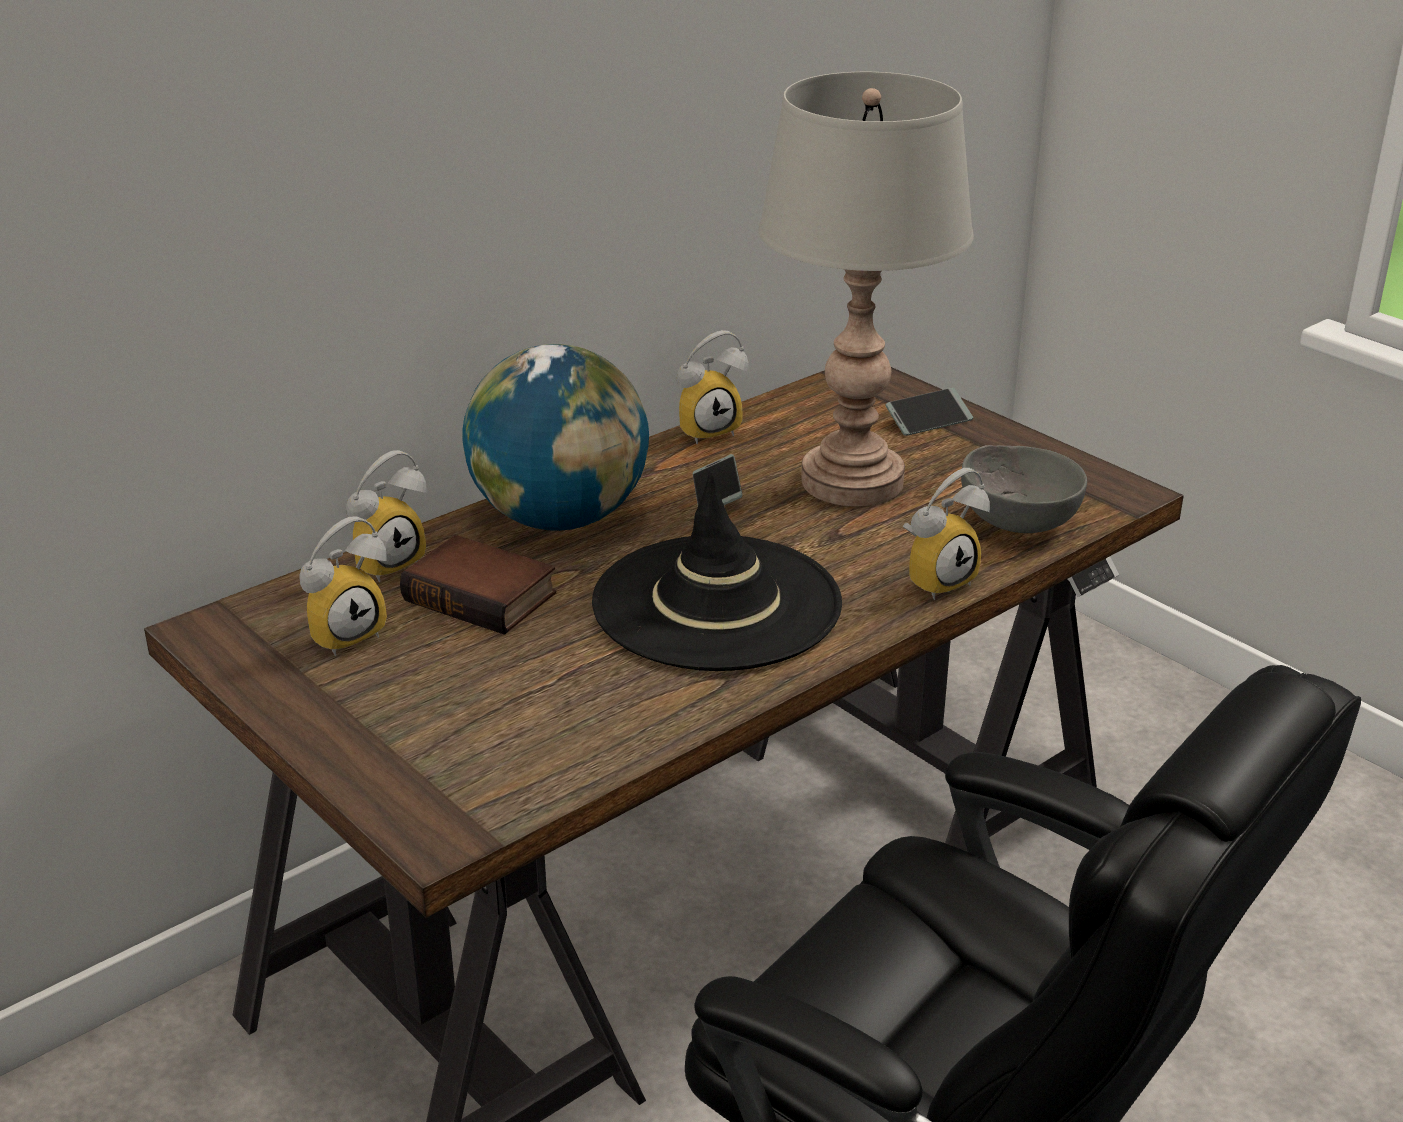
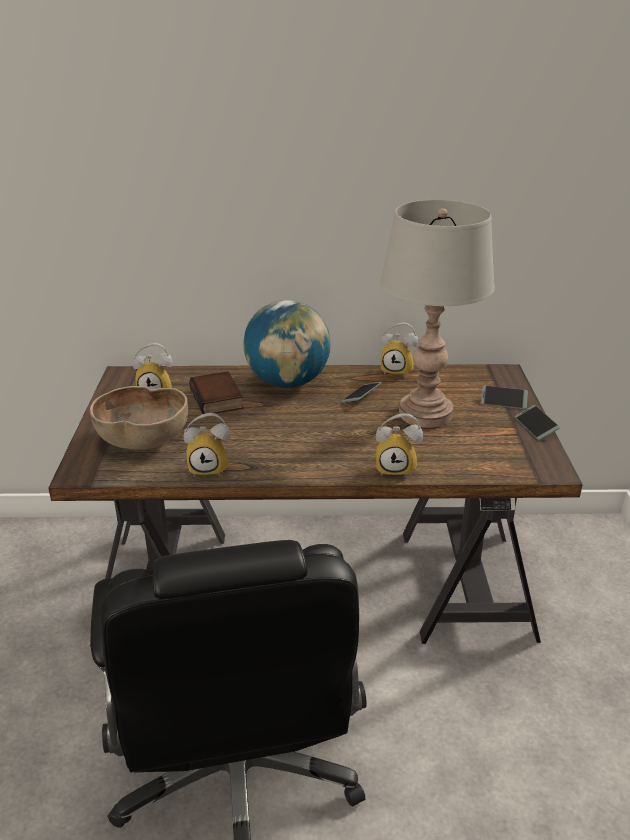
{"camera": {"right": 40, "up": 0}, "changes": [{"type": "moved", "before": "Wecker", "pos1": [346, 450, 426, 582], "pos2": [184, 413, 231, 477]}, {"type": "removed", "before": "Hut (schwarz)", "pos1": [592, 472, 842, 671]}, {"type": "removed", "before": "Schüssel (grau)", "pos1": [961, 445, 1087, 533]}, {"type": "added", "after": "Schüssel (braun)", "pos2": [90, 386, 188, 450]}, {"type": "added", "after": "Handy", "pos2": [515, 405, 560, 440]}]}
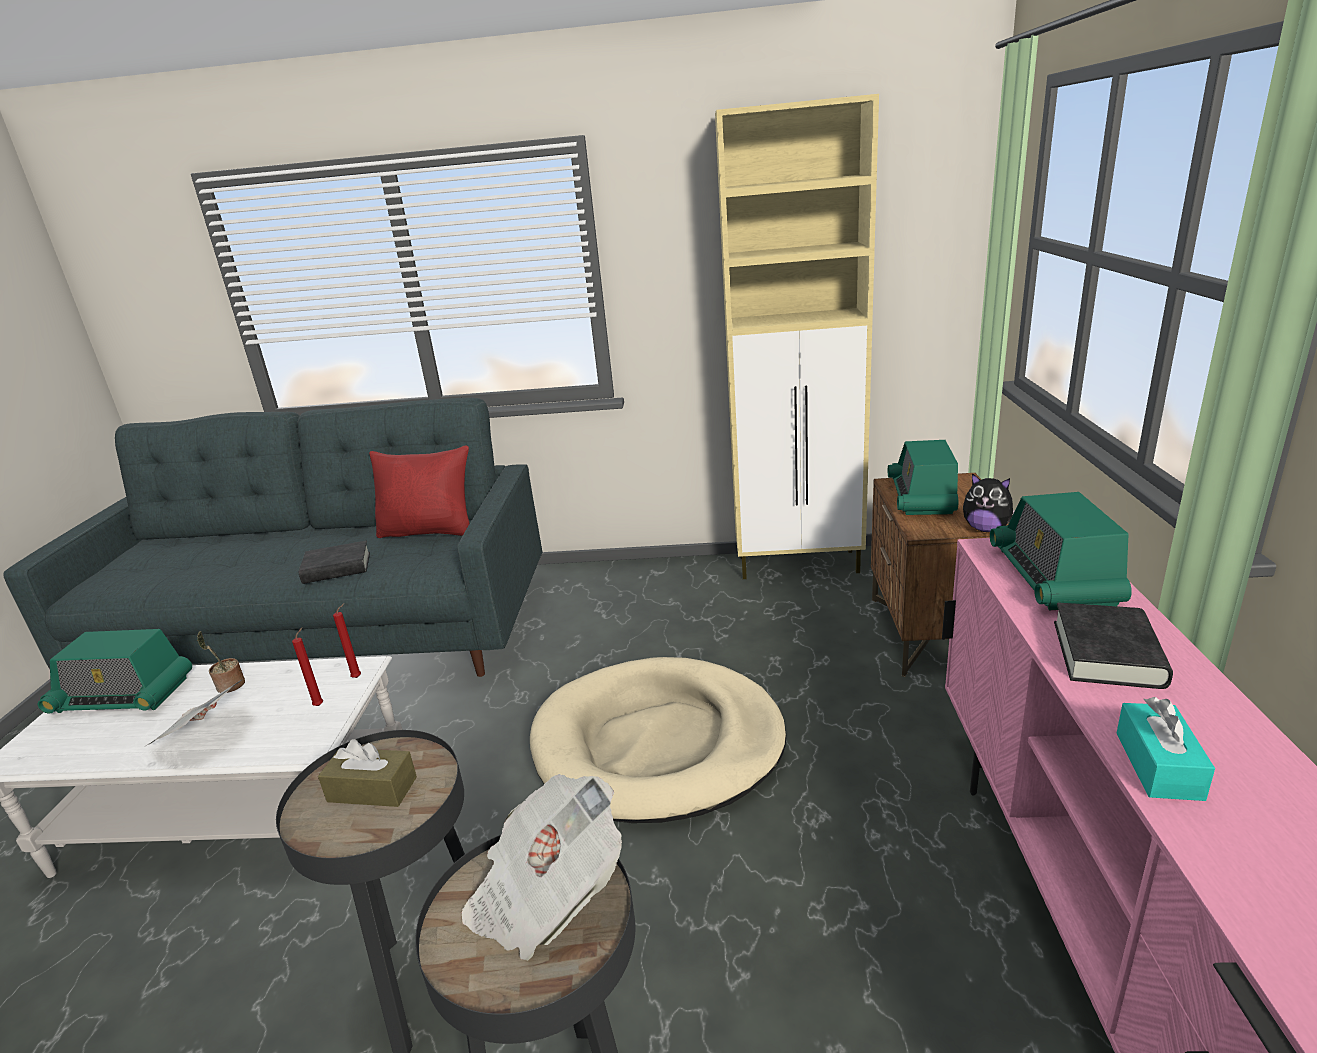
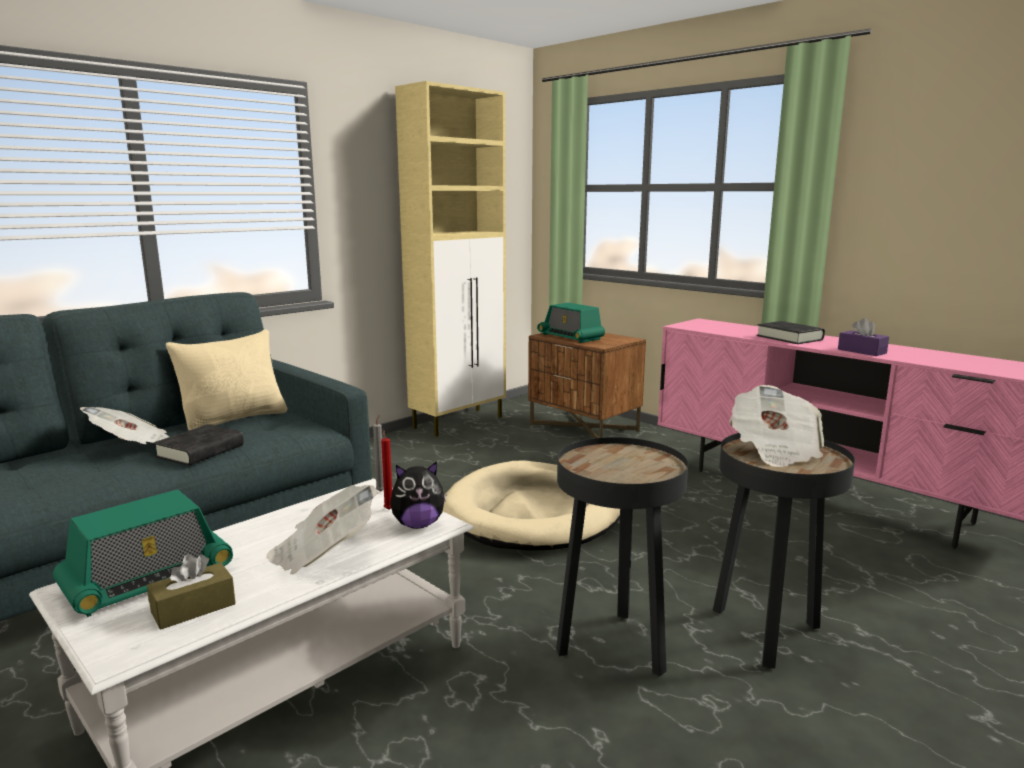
{"camera": {"right": -50, "up": -10}, "changes": [{"type": "removed", "before": "Topfpflanze", "pos1": [197, 631, 245, 693]}, {"type": "moved", "before": "Taschentuchbox (braun)", "pos1": [318, 739, 417, 807], "pos2": [147, 554, 236, 630]}, {"type": "recoloured", "before": "Kerze (rot)", "after": "Kerze (grau)", "pos1": [333, 603, 361, 678], "pos2": [373, 415, 384, 492]}, {"type": "recoloured", "before": "Kissen (rot)", "after": "Kissen (beige)", "pos1": [369, 445, 470, 538], "pos2": [166, 329, 287, 430]}, {"type": "moved", "before": "Plüschtier", "pos1": [963, 473, 1015, 532], "pos2": [390, 461, 446, 529]}, {"type": "removed", "before": "Radio", "pos1": [990, 492, 1132, 610]}, {"type": "recoloured", "before": "Taschentuchbox (türkis)", "after": "Taschentuchbox (lila)", "pos1": [1116, 697, 1215, 801], "pos2": [838, 318, 889, 356]}, {"type": "added", "after": "Zeitung", "pos2": [80, 407, 169, 444]}]}
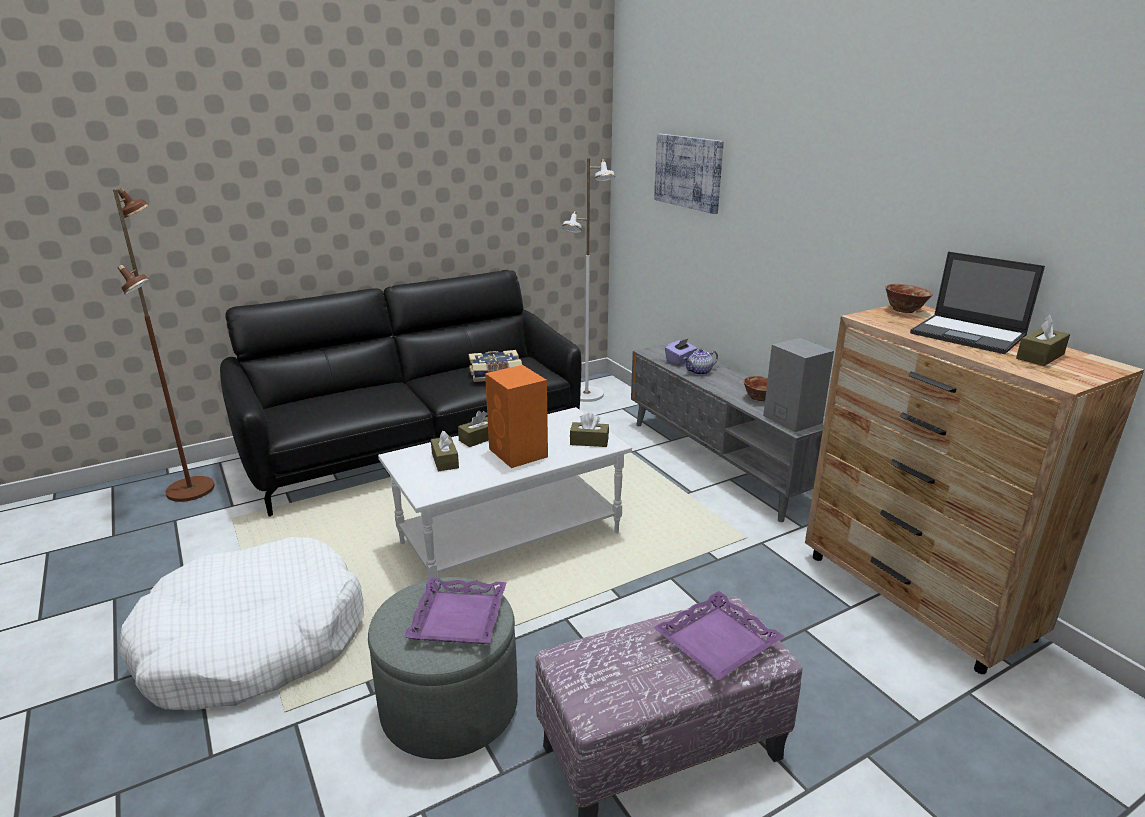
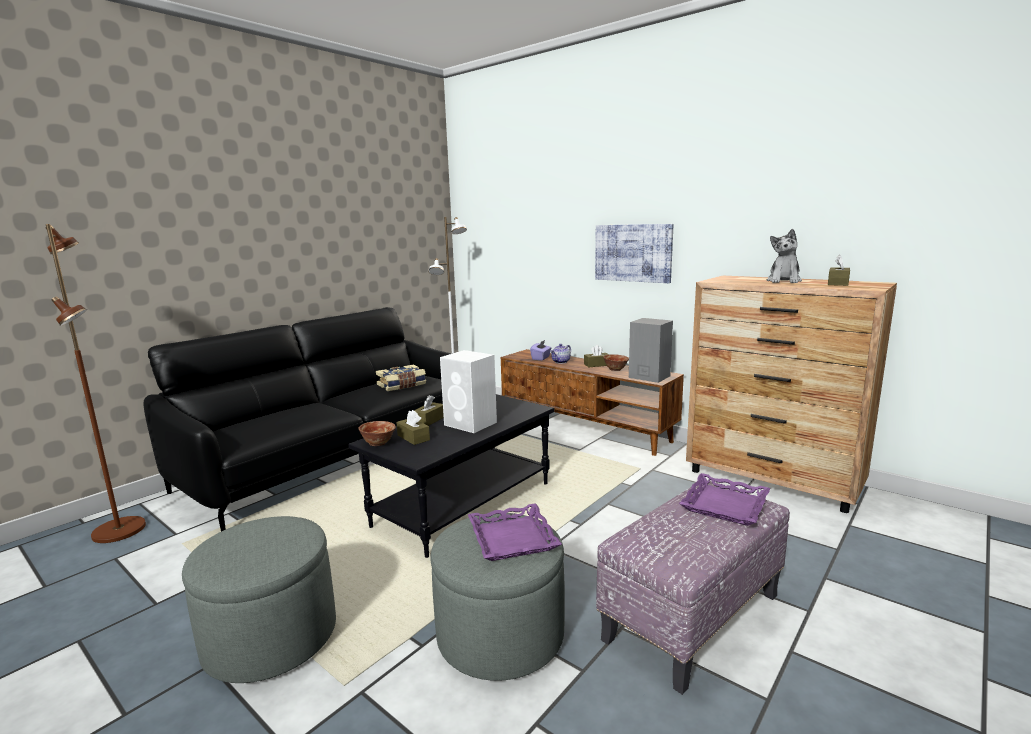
{"camera": {"right": -20, "up": -10}, "changes": [{"type": "replaced", "before": "Hundebett (weiß)", "after": "Polsterhocker (grau)", "pos1": [118, 537, 364, 710], "pos2": [182, 516, 336, 683]}, {"type": "recoloured", "before": "Couchtisch (weiß)", "after": "Couchtisch (schwarz)", "pos1": [378, 407, 632, 578], "pos2": [348, 394, 555, 558]}, {"type": "recoloured", "before": "Lautsprecher (orange)", "after": "Lautsprecher (weiß)", "pos1": [485, 365, 548, 468], "pos2": [440, 350, 497, 433]}, {"type": "moved", "before": "Taschentuchbox (braun)", "pos1": [570, 412, 609, 447], "pos2": [584, 345, 609, 367]}, {"type": "recoloured", "before": "Fernsehschrank (grau)", "after": "Fernsehschrank (braun)", "pos1": [631, 343, 825, 522], "pos2": [501, 349, 684, 456]}, {"type": "moved", "before": "Bild", "pos1": [654, 134, 724, 214], "pos2": [595, 224, 674, 283]}, {"type": "moved", "before": "Schüssel", "pos1": [885, 284, 933, 313], "pos2": [358, 421, 396, 446]}, {"type": "replaced", "before": "Laptop", "after": "Plüschtier", "pos1": [910, 252, 1045, 354], "pos2": [767, 229, 802, 283]}]}
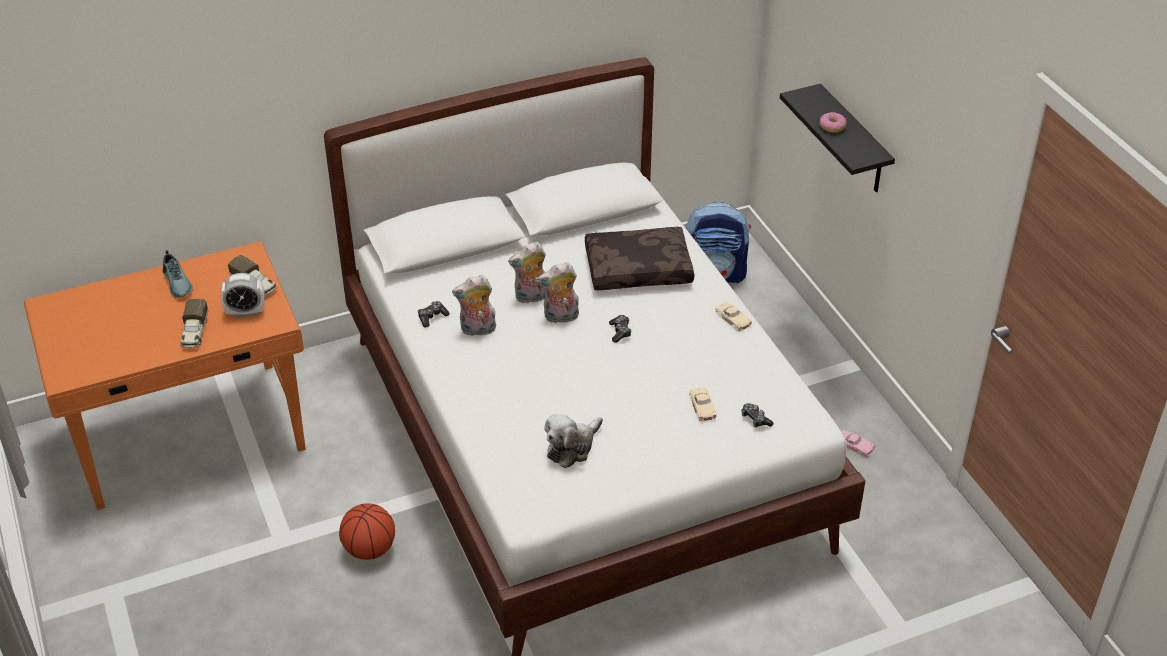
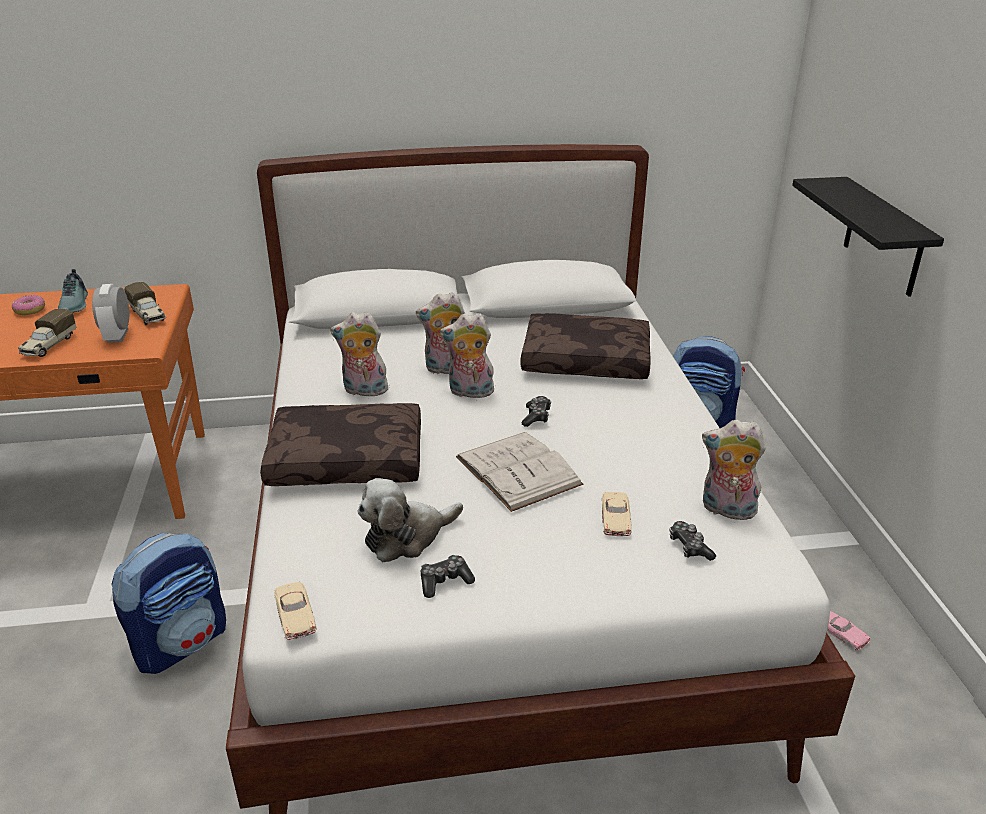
{"camera": {"right": 15, "up": -10}, "changes": [{"type": "turned", "before": "Wecker", "pos1": [221, 273, 265, 317], "pos2": [92, 284, 129, 343], "turn": 75}, {"type": "replaced", "before": "Basketball", "after": "Rucksack", "pos1": [339, 503, 395, 560], "pos2": [111, 533, 226, 674]}, {"type": "moved", "before": "Gamepad", "pos1": [418, 301, 450, 327], "pos2": [421, 555, 475, 598]}, {"type": "moved", "before": "Spielzeugauto (beige)", "pos1": [715, 302, 752, 331], "pos2": [274, 582, 317, 640]}, {"type": "moved", "before": "Donut", "pos1": [820, 112, 846, 133], "pos2": [12, 295, 45, 315]}, {"type": "added", "after": "Kissen (braun)", "pos2": [260, 403, 421, 486]}, {"type": "added", "after": "Buch (weiß)", "pos2": [456, 432, 583, 512]}, {"type": "added", "after": "Plüschtier", "pos2": [702, 420, 766, 520]}]}
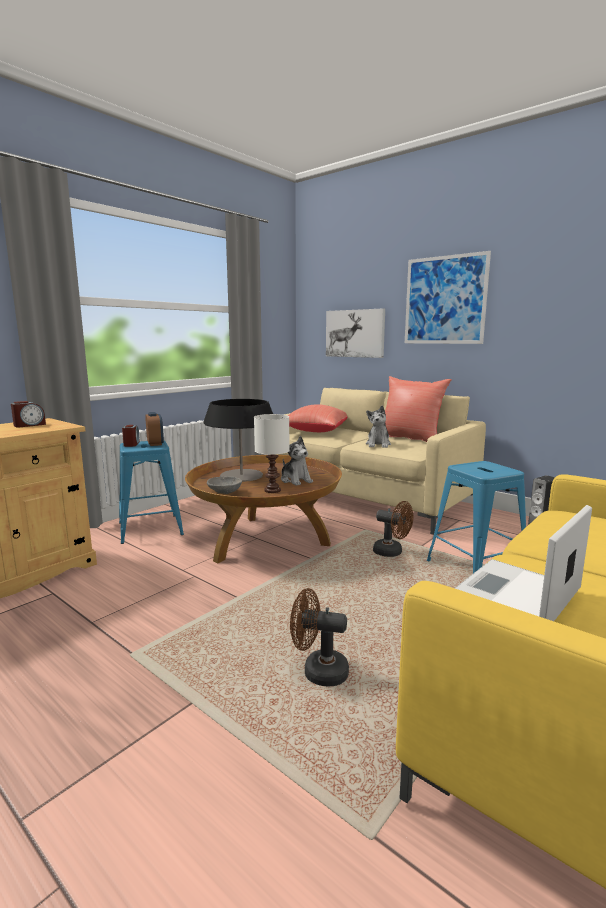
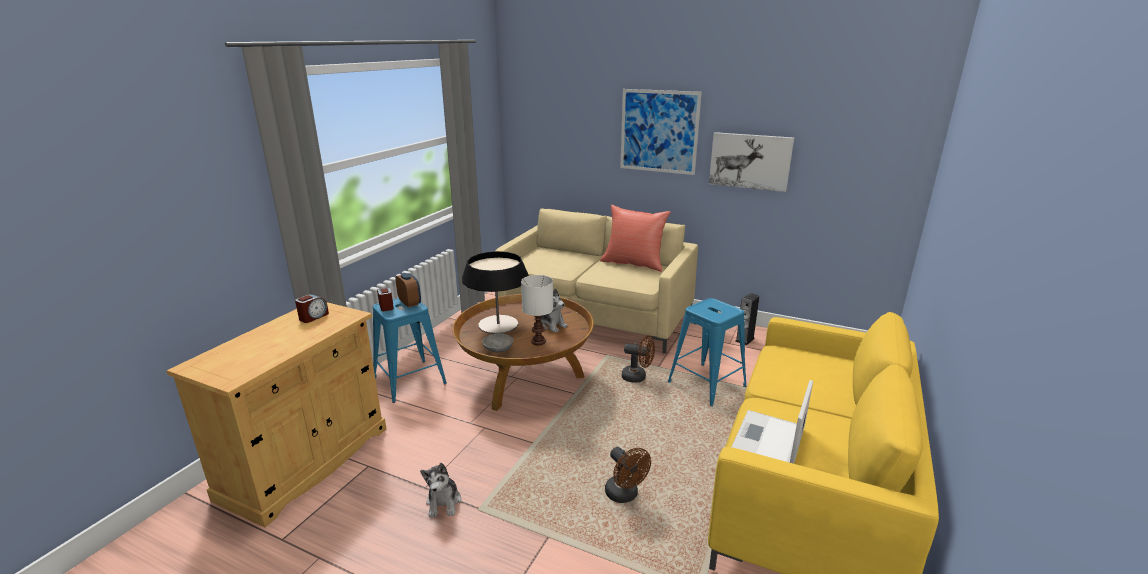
{"camera": {"right": -15, "up": 10}, "changes": [{"type": "removed", "before": "Kissen (rot)", "pos1": [288, 404, 347, 432]}, {"type": "turned", "before": "Ventilator (braun)", "pos1": [290, 588, 349, 686], "pos2": [605, 447, 651, 503], "turn": -120}, {"type": "moved", "before": "Bild", "pos1": [326, 308, 385, 358], "pos2": [709, 132, 794, 192]}, {"type": "moved", "before": "Plüschtier", "pos1": [366, 406, 391, 448], "pos2": [420, 463, 461, 518]}]}
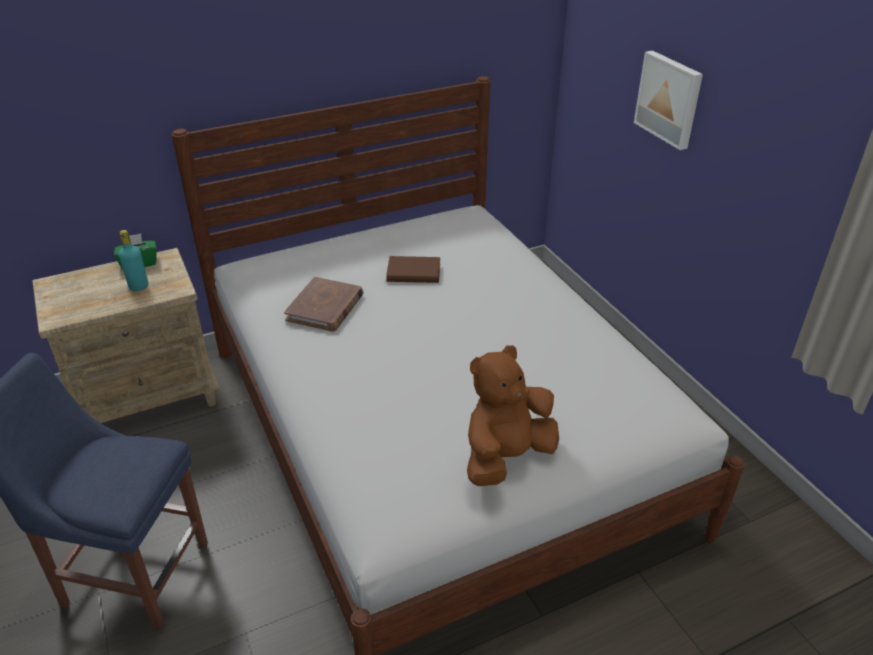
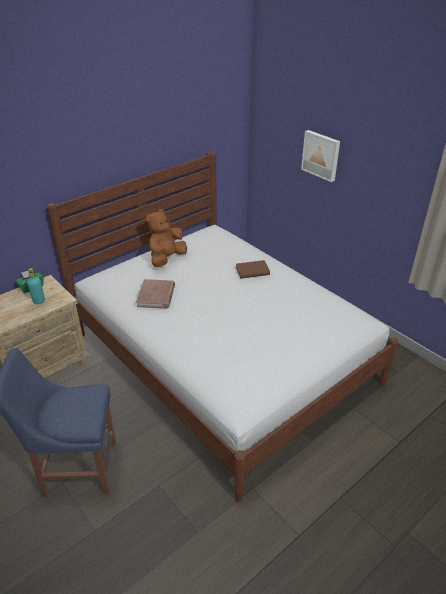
{"camera": {"right": -15, "up": 0}, "changes": [{"type": "moved", "before": "Buch (braun)", "pos1": [386, 256, 440, 283], "pos2": [236, 260, 270, 279]}, {"type": "moved", "before": "Plüschtier (braun)", "pos1": [467, 345, 559, 486], "pos2": [146, 209, 187, 267]}]}
